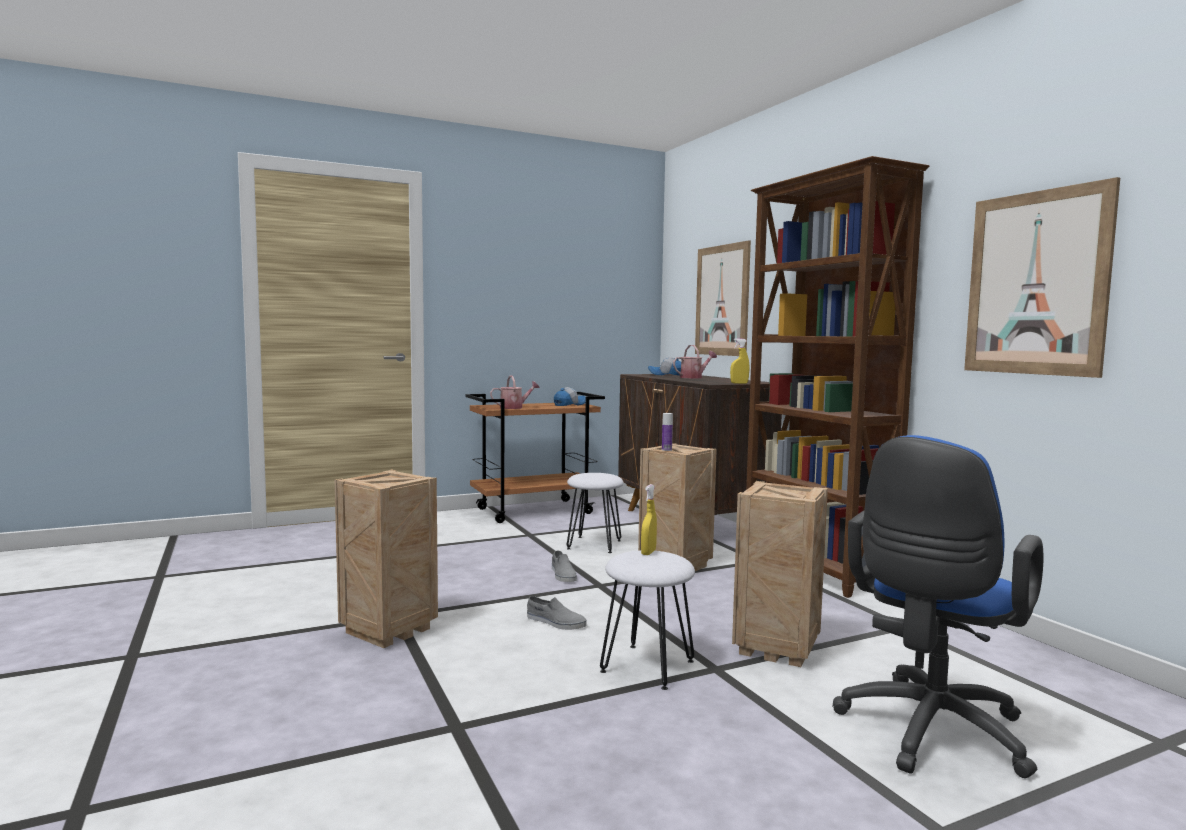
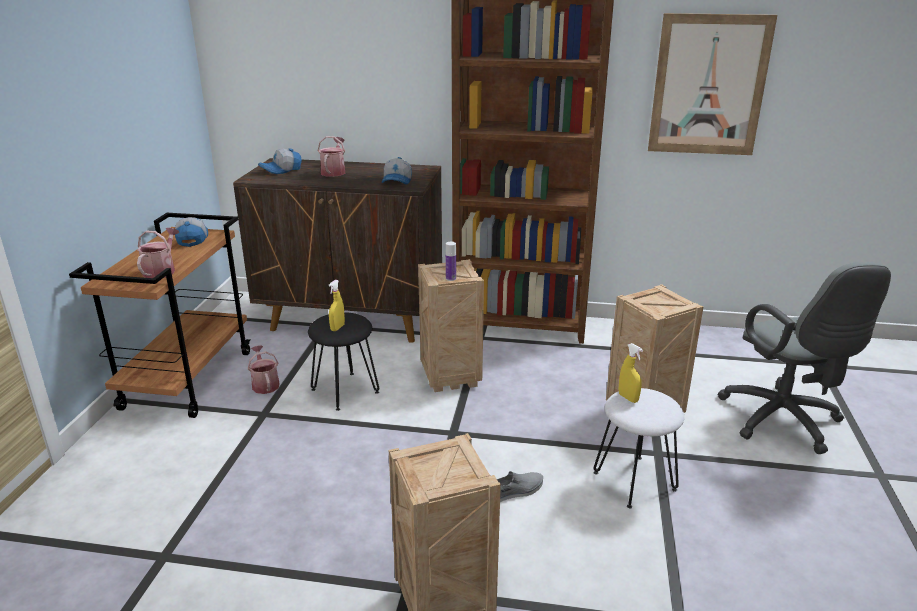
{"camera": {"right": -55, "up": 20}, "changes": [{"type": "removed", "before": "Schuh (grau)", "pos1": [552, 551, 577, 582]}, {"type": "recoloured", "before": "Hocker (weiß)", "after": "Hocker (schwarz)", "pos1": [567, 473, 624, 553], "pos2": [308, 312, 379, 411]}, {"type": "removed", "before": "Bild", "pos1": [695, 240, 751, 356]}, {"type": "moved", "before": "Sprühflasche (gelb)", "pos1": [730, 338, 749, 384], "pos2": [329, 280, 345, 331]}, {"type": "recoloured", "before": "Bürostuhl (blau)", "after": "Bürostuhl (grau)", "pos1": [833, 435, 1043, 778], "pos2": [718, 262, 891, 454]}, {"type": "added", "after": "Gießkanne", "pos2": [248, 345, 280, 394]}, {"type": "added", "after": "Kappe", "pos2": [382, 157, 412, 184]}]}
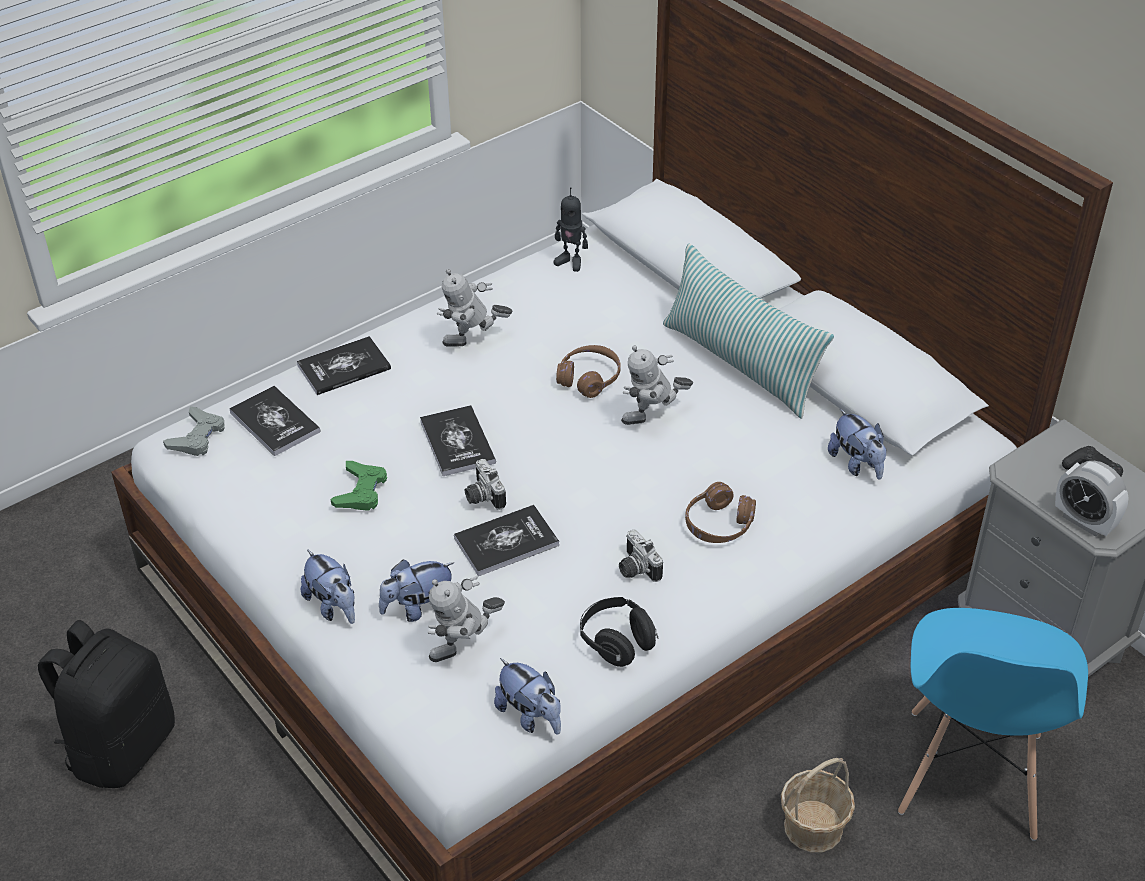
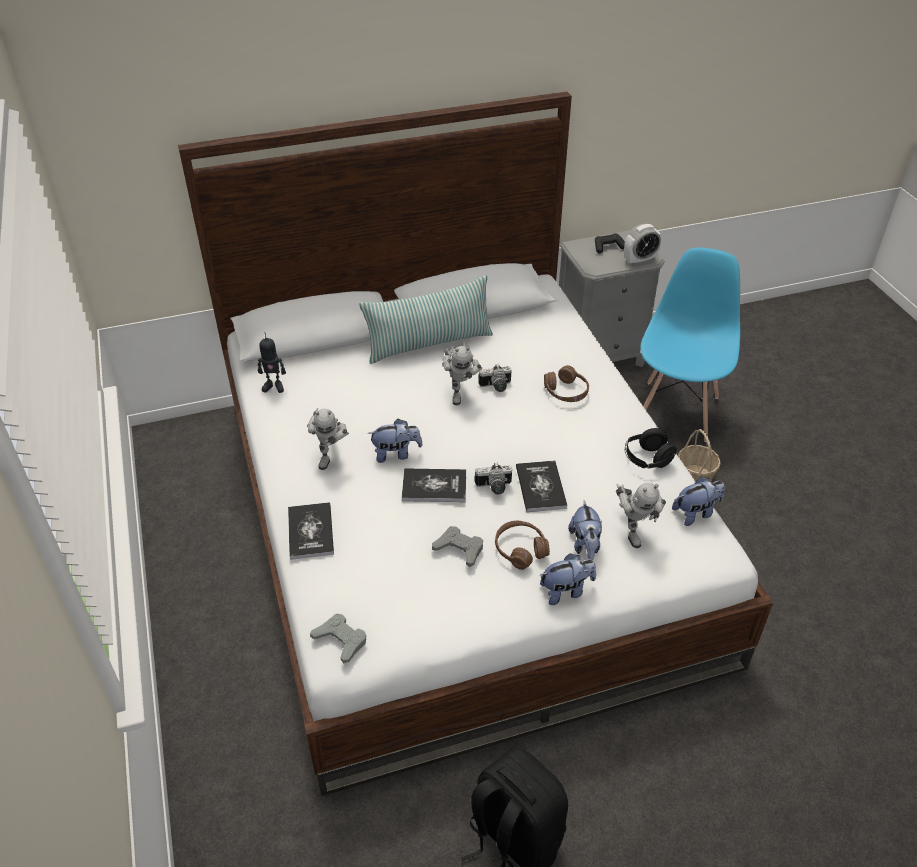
{"camera": {"right": -70, "up": 0}, "changes": [{"type": "removed", "before": "Buch", "pos1": [229, 386, 320, 456]}, {"type": "recoloured", "before": "Gamepad (grün)", "after": "Gamepad (grau)", "pos1": [331, 461, 387, 511], "pos2": [432, 526, 483, 567]}, {"type": "turned", "before": "Spielzeugroboter", "pos1": [554, 187, 588, 272], "pos2": [258, 332, 286, 393], "turn": 45}, {"type": "moved", "before": "Kopfhörer (braun)", "pos1": [556, 345, 621, 398], "pos2": [495, 521, 550, 570]}, {"type": "moved", "before": "Kamera", "pos1": [619, 529, 663, 582], "pos2": [478, 364, 512, 392]}, {"type": "moved", "before": "Plüschtier", "pos1": [828, 409, 886, 480], "pos2": [368, 419, 423, 463]}, {"type": "turned", "before": "Stuhl (blau)", "pos1": [898, 608, 1088, 841], "pos2": [641, 248, 740, 442], "turn": -105}]}
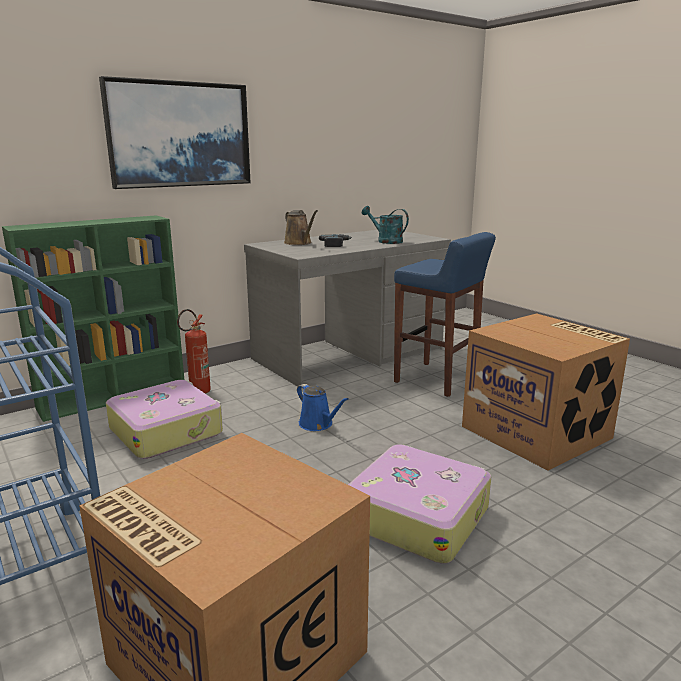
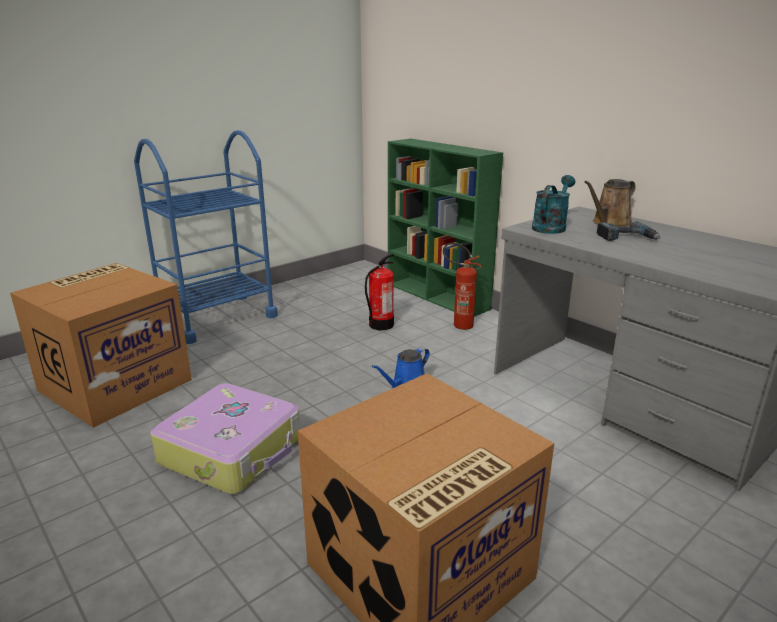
{"camera": {"right": 85, "up": 5}, "changes": [{"type": "removed", "before": "Bild", "pos1": [99, 76, 251, 189]}, {"type": "replaced", "before": "Koffer", "after": "Feuerlöscher", "pos1": [106, 380, 223, 459], "pos2": [365, 254, 394, 330]}, {"type": "moved", "before": "Gießkanne (türkis)", "pos1": [362, 206, 409, 244], "pos2": [532, 175, 576, 234]}, {"type": "removed", "before": "Hocker (blau)", "pos1": [394, 232, 496, 397]}]}
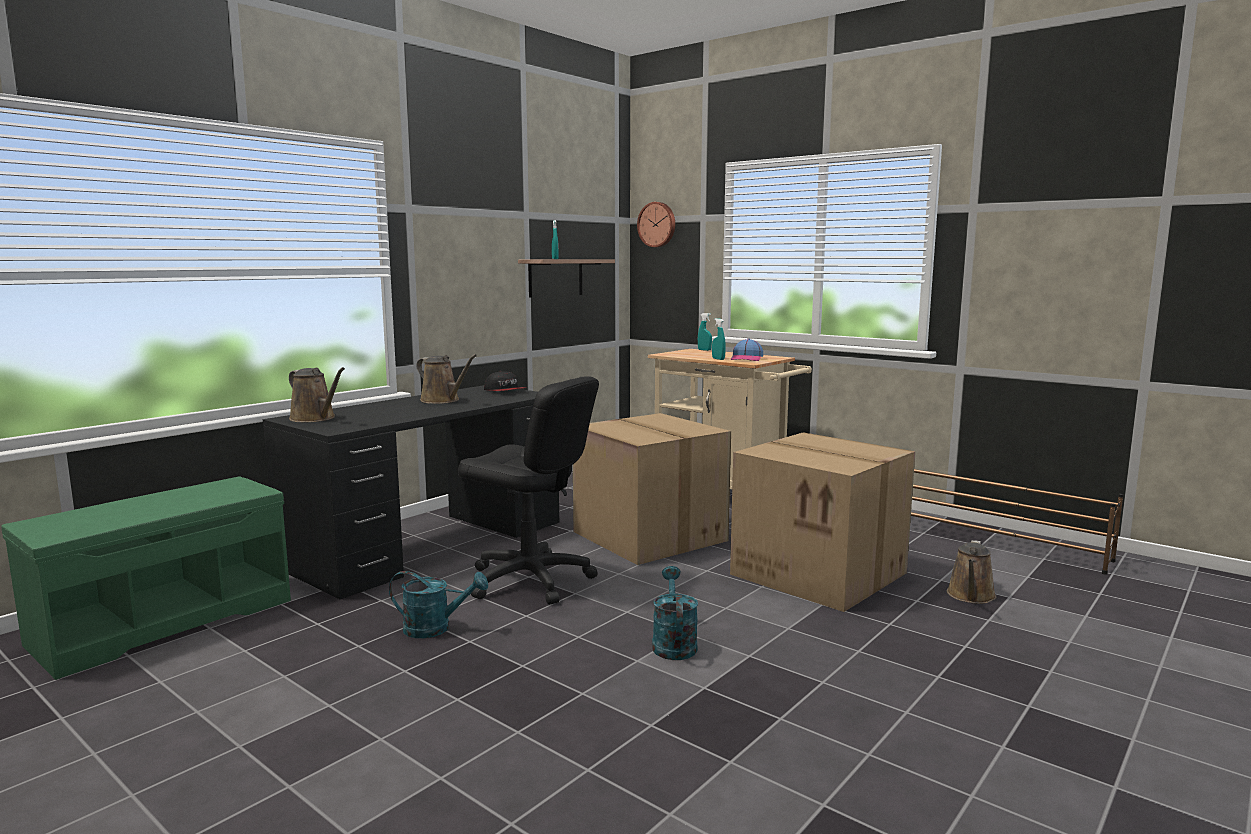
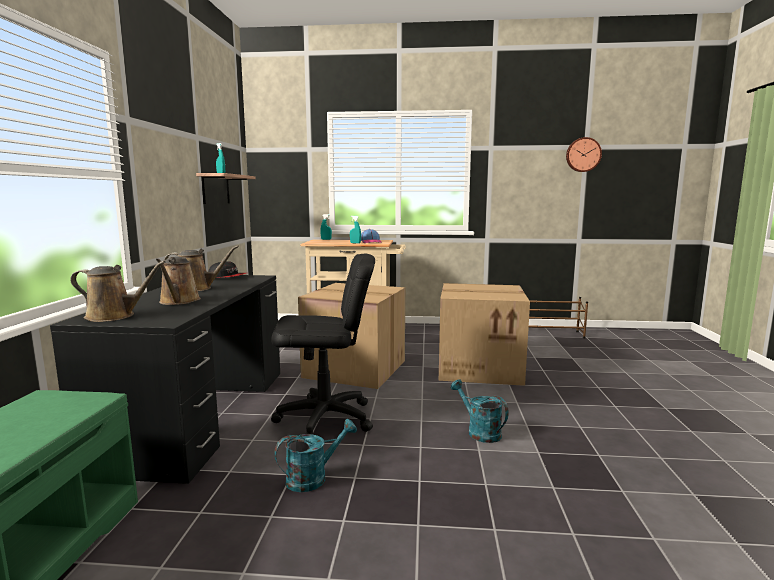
{"camera": {"right": -35, "up": 0}, "changes": [{"type": "moved", "before": "Wanduhr", "pos1": [637, 202, 675, 247], "pos2": [566, 137, 602, 172]}, {"type": "moved", "before": "Gießkanne (braun)", "pos1": [947, 540, 996, 604], "pos2": [156, 257, 201, 305]}]}
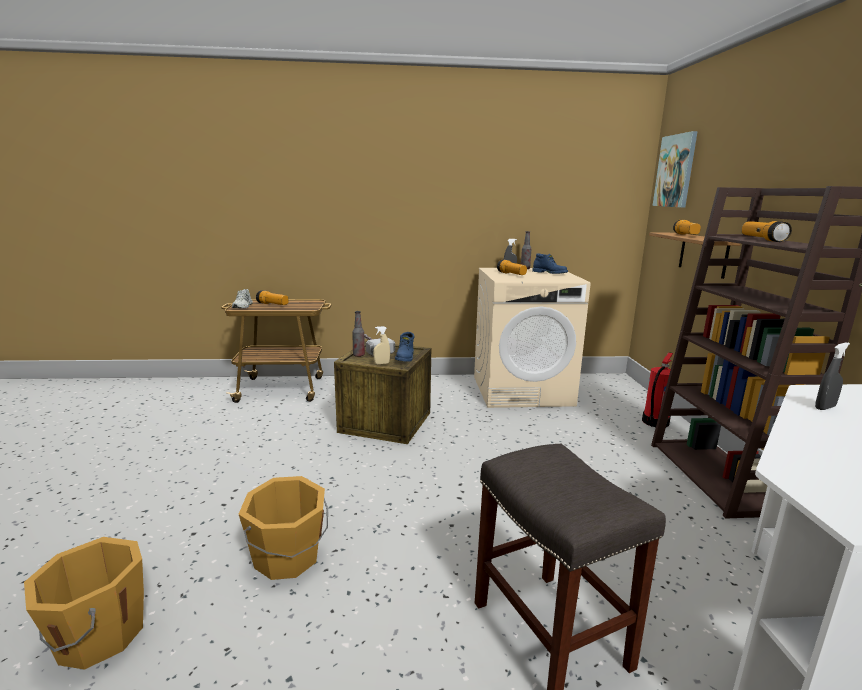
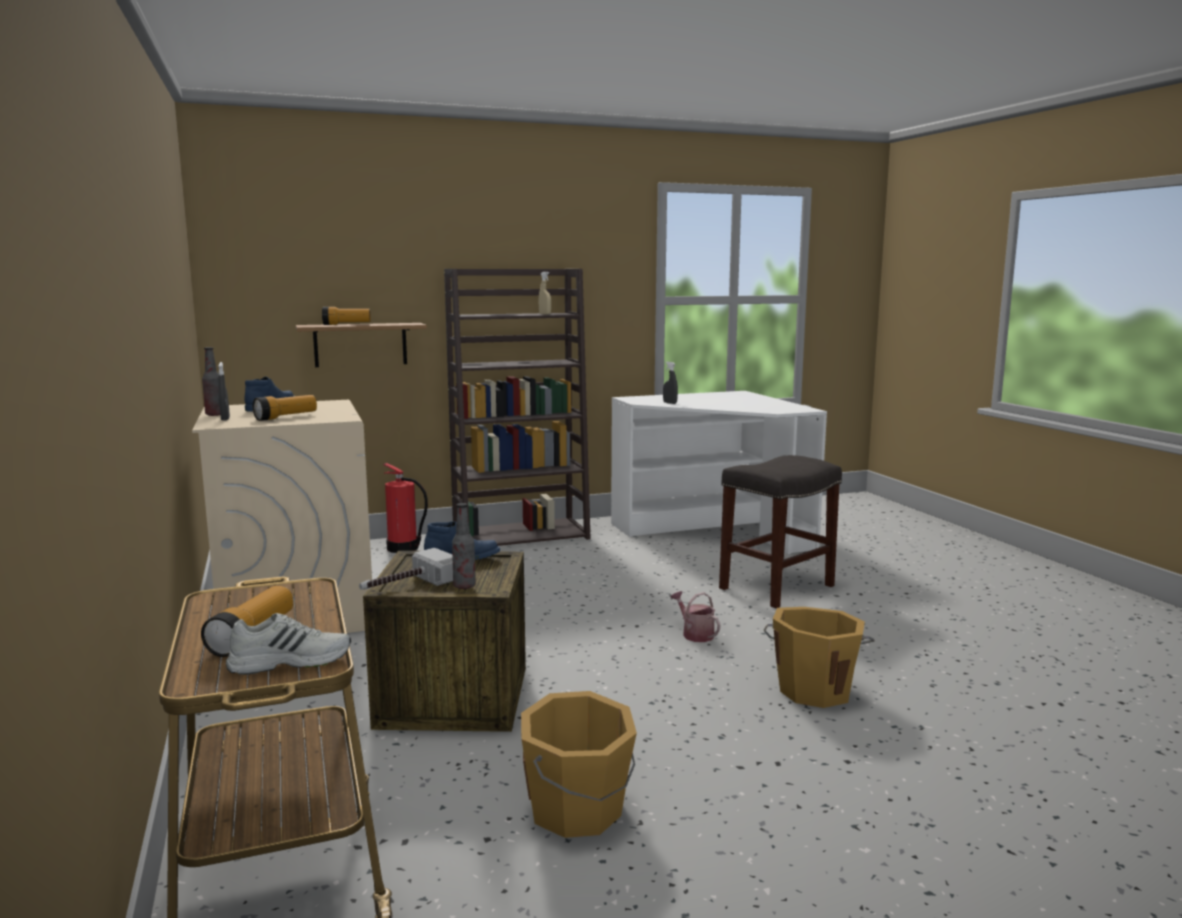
{"camera": {"right": -105, "up": -5}, "changes": [{"type": "moved", "before": "Eimer (orange)", "pos1": [24, 537, 144, 670], "pos2": [521, 691, 637, 838]}, {"type": "moved", "before": "Sprühflasche (beige)", "pos1": [373, 326, 390, 364], "pos2": [539, 272, 551, 315]}, {"type": "removed", "before": "Bild", "pos1": [652, 131, 698, 208]}, {"type": "removed", "before": "Taschenlampe", "pos1": [742, 221, 792, 242]}, {"type": "added", "after": "Gießkanne", "pos2": [670, 591, 721, 642]}]}
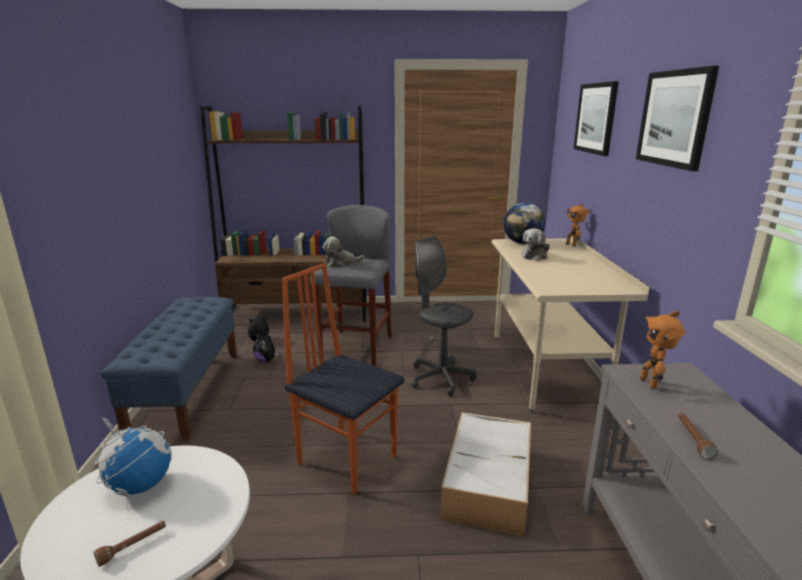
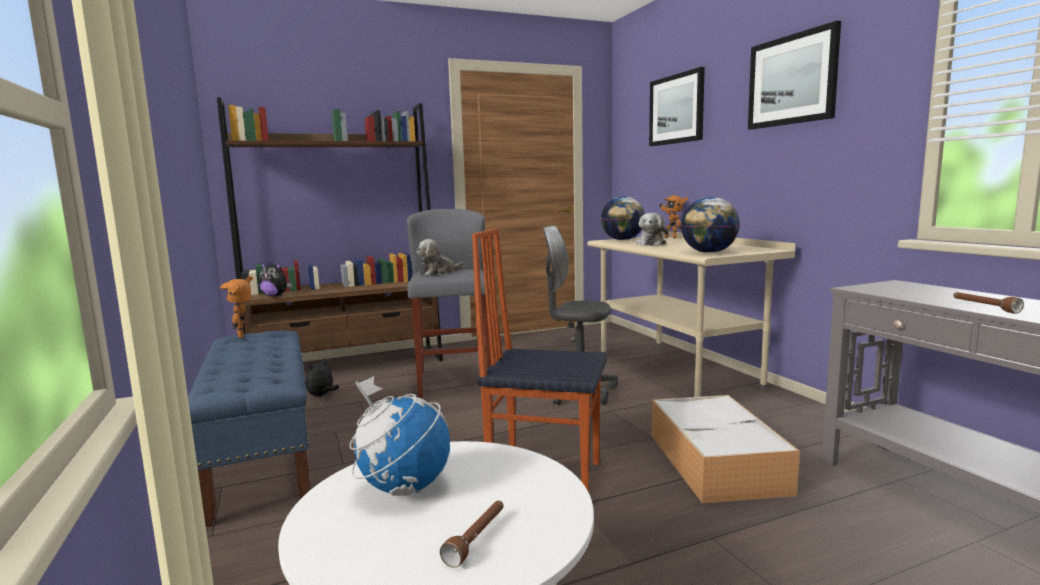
{"camera": {"right": -20, "up": -10}, "changes": [{"type": "moved", "before": "Plüschtier", "pos1": [253, 333, 279, 362], "pos2": [259, 262, 292, 297]}, {"type": "moved", "before": "Spielzeugroboter", "pos1": [640, 311, 686, 389], "pos2": [220, 276, 253, 339]}, {"type": "added", "after": "Globus", "pos2": [681, 197, 740, 253]}]}
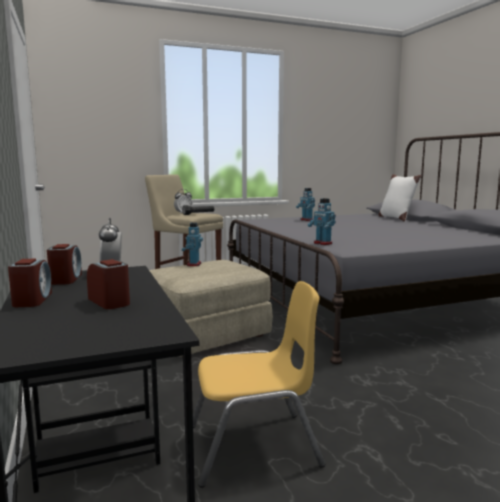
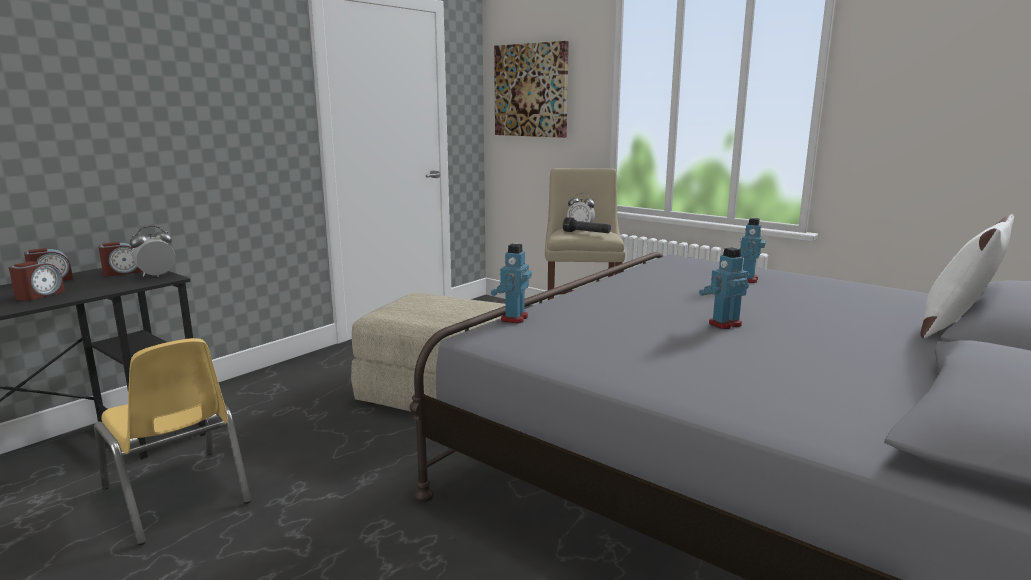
{"camera": {"right": 60, "up": 5}, "changes": [{"type": "moved", "before": "Spielzeugroboter", "pos1": [182, 222, 203, 266], "pos2": [699, 247, 750, 329]}, {"type": "added", "after": "Bild", "pos2": [494, 41, 569, 138]}]}
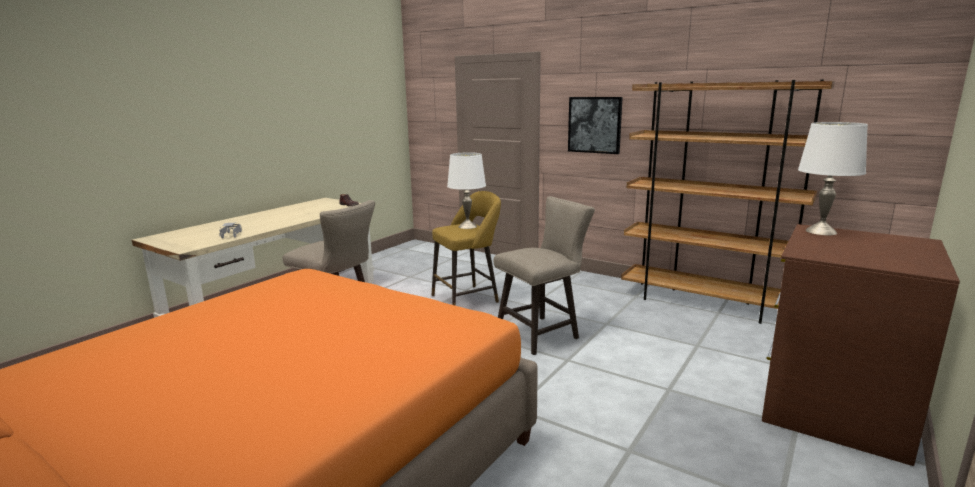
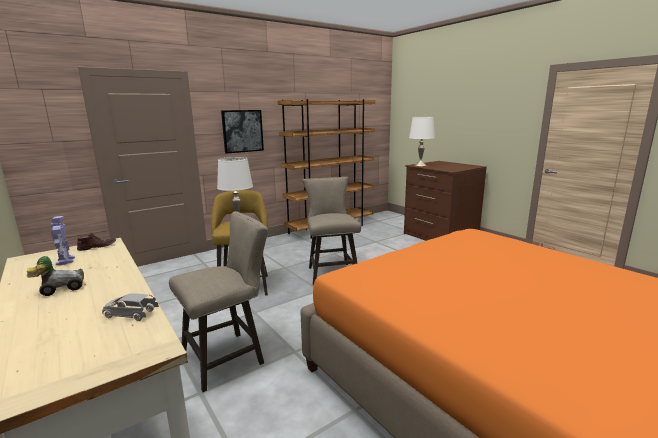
{"camera": {"right": -70, "up": 0}, "changes": [{"type": "added", "after": "Spielzeugauto", "pos2": [26, 256, 84, 296]}, {"type": "added", "after": "Spielzeugroboter", "pos2": [51, 216, 75, 265]}]}
